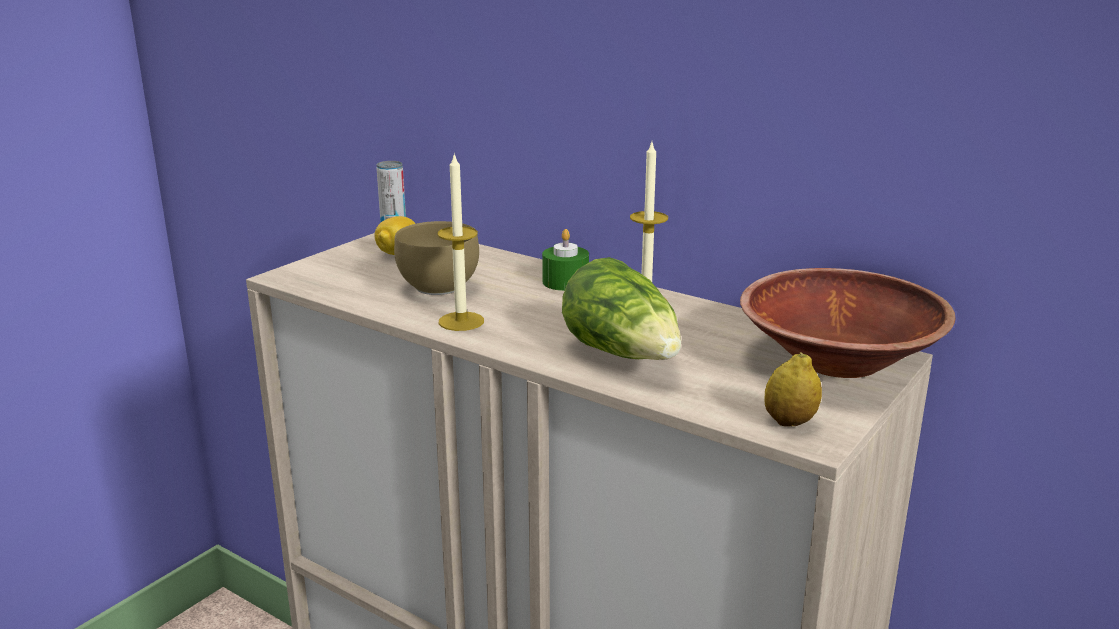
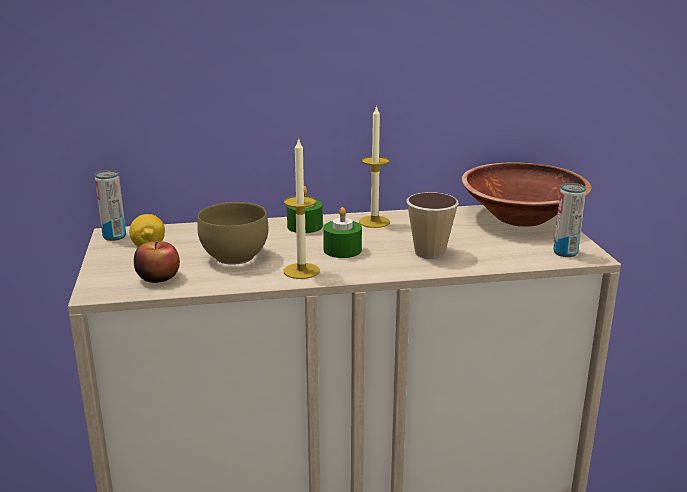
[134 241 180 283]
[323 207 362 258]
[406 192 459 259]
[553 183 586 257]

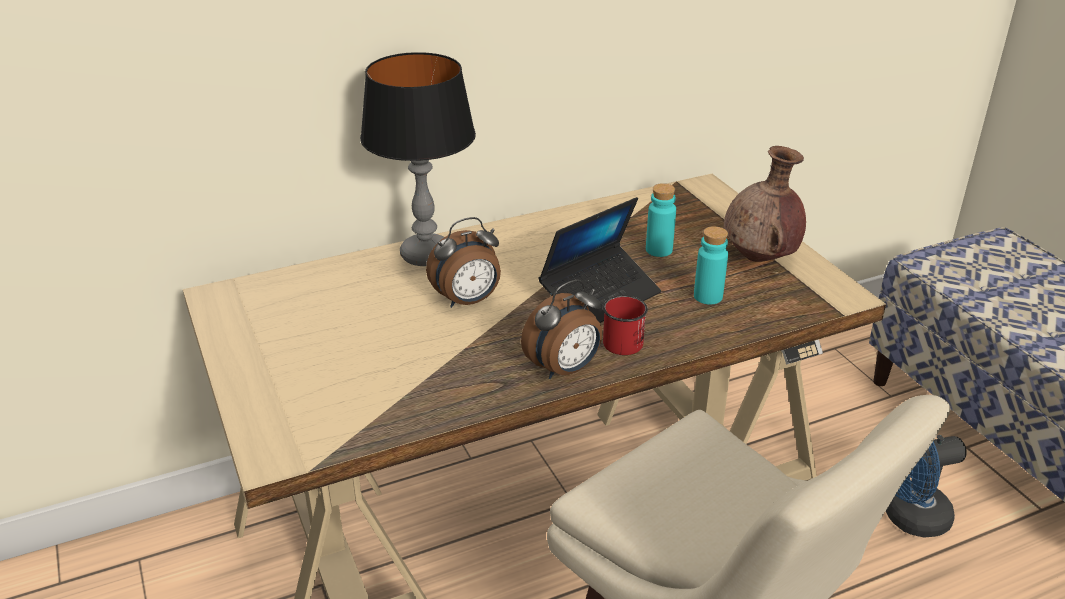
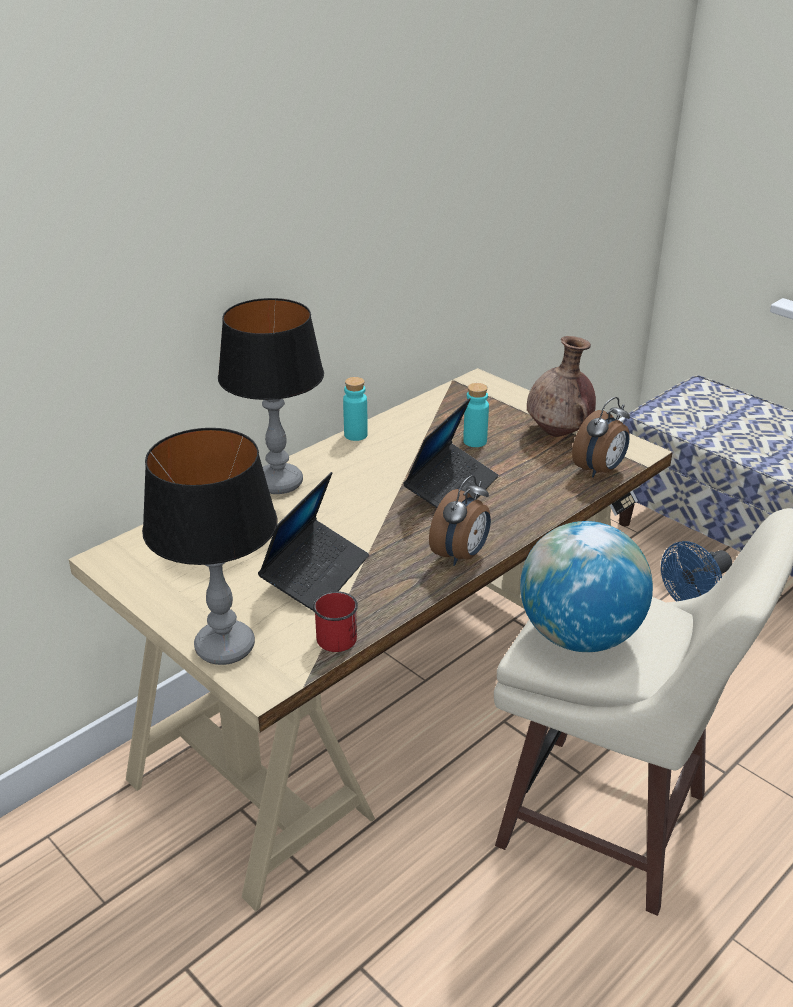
[142 428 278 665]
[258 472 369 611]
[313 591 358 652]
[343 377 368 441]
[520 521 653 652]
[572 397 630 478]

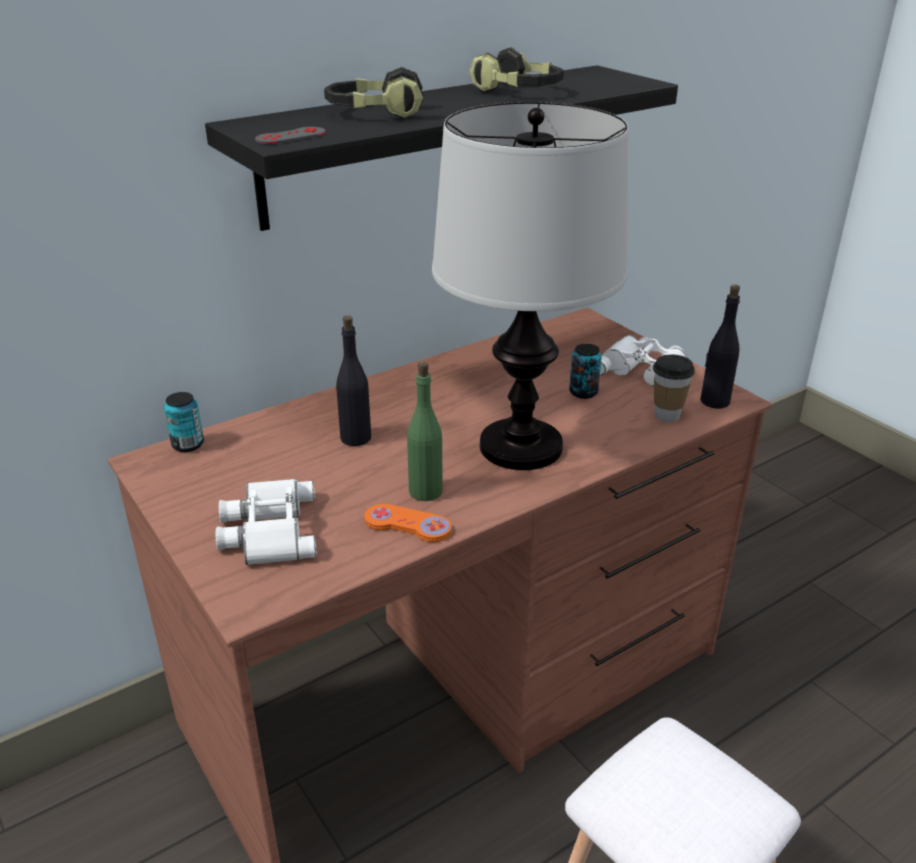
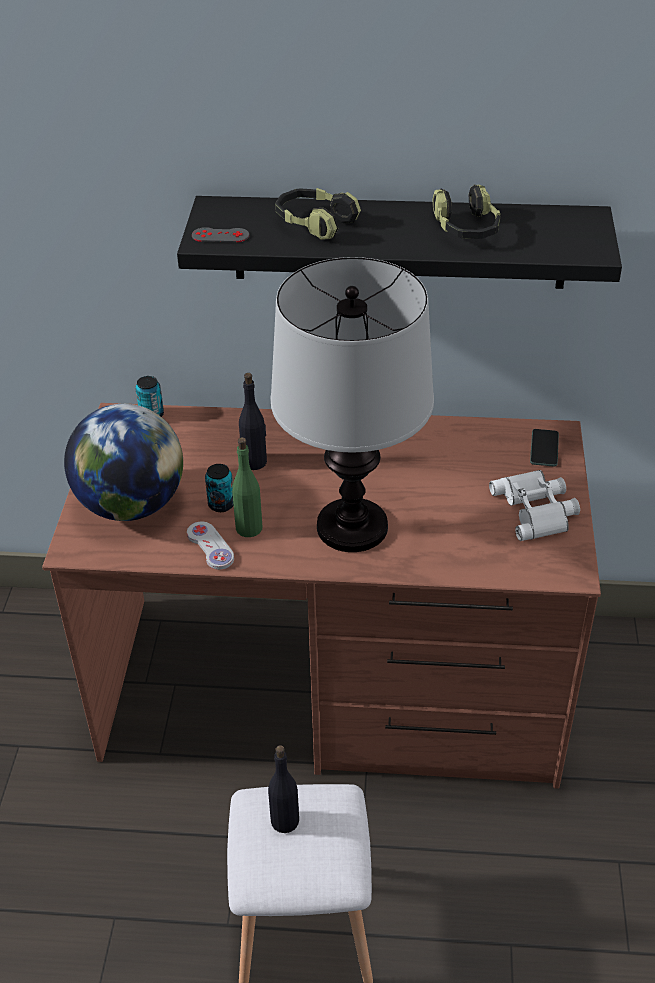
[64 404 183 521]
[187 521 234 570]
[205 464 234 512]
[268 745 299 833]
[530 429 559 467]
[653 354 695 422] (first image)

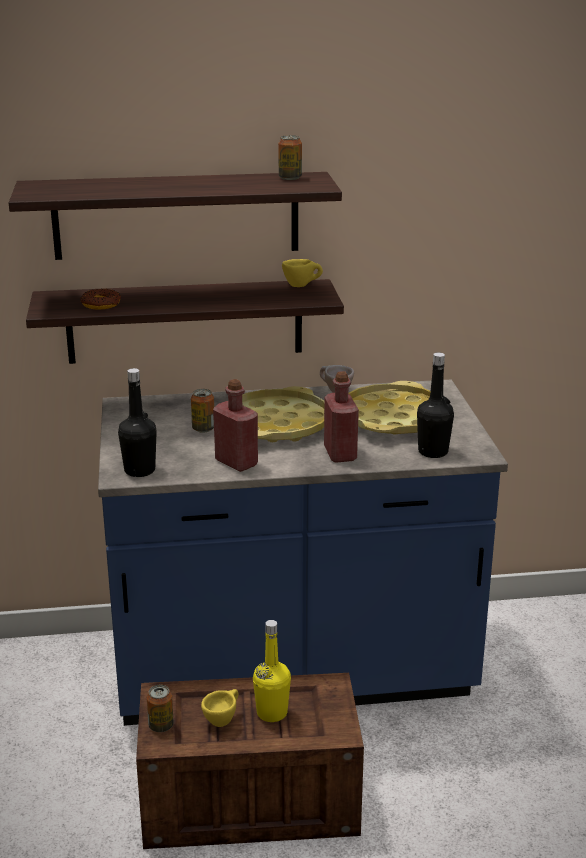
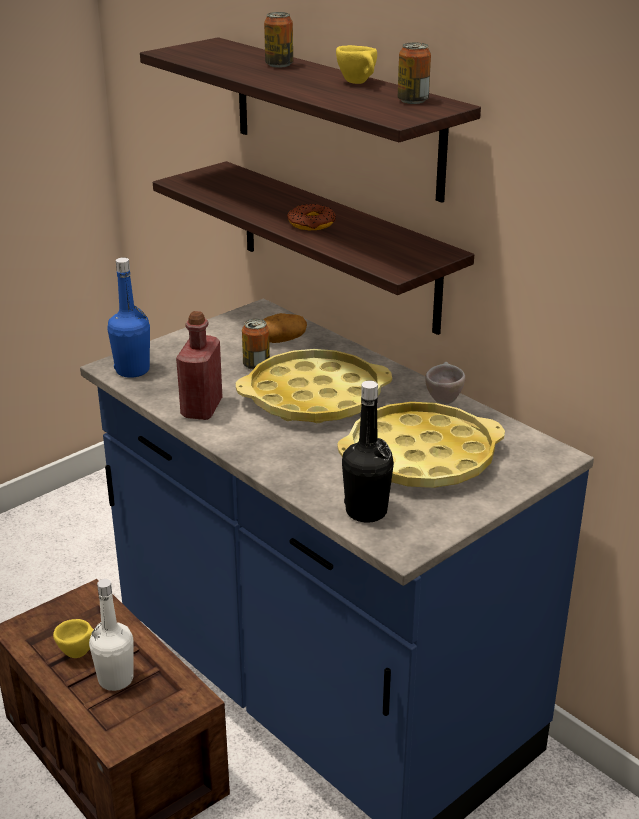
[89 579 133 691]
[107 257 150 378]
[263 313 307 343]
[264 12 293 68]
[287 204 336 230]
[336 45 377 84]
[324 371 359 463] (first image)

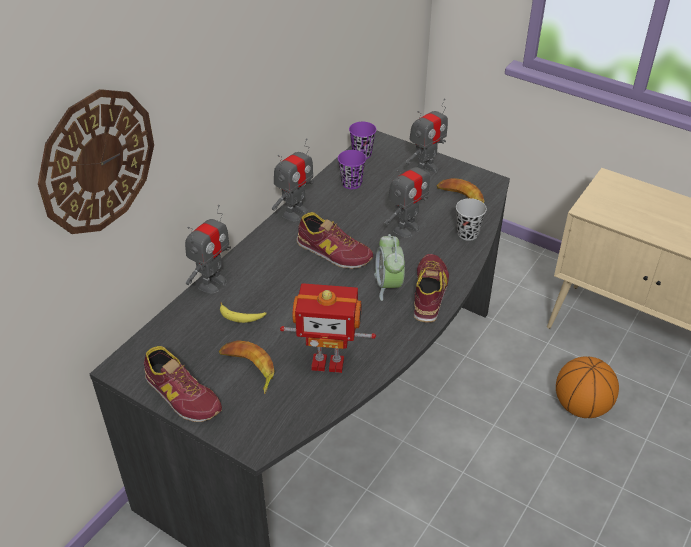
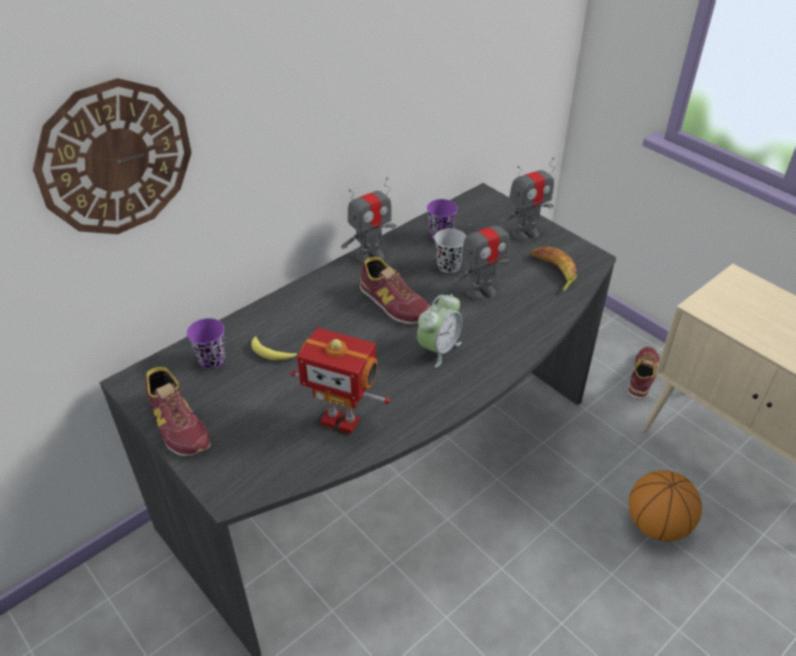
[187 318 225 369]
[417 294 462 368]
[434 228 466 273]
[627 347 660 400]
[185 205 231 294] (first image)
[219 340 275 394] (first image)

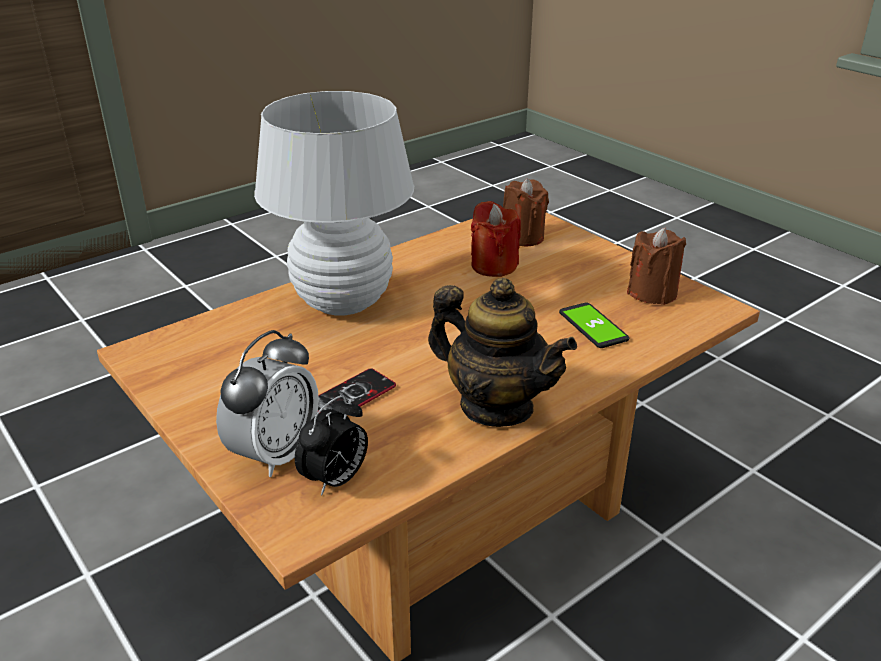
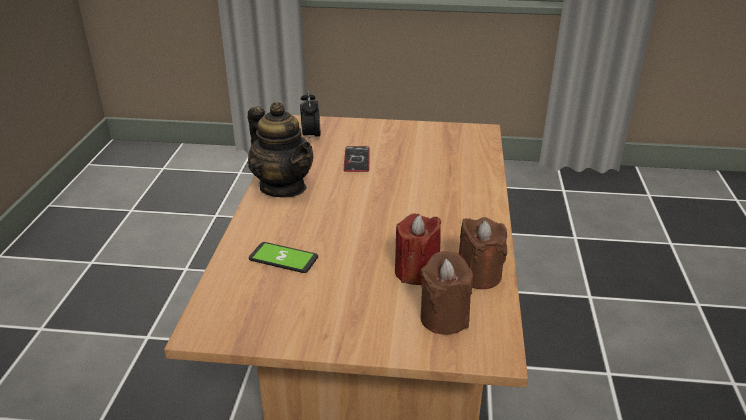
[248 102 313 197]
[459 217 507 289]
[216 330 319 477] (first image)
[254 91 414 316] (first image)

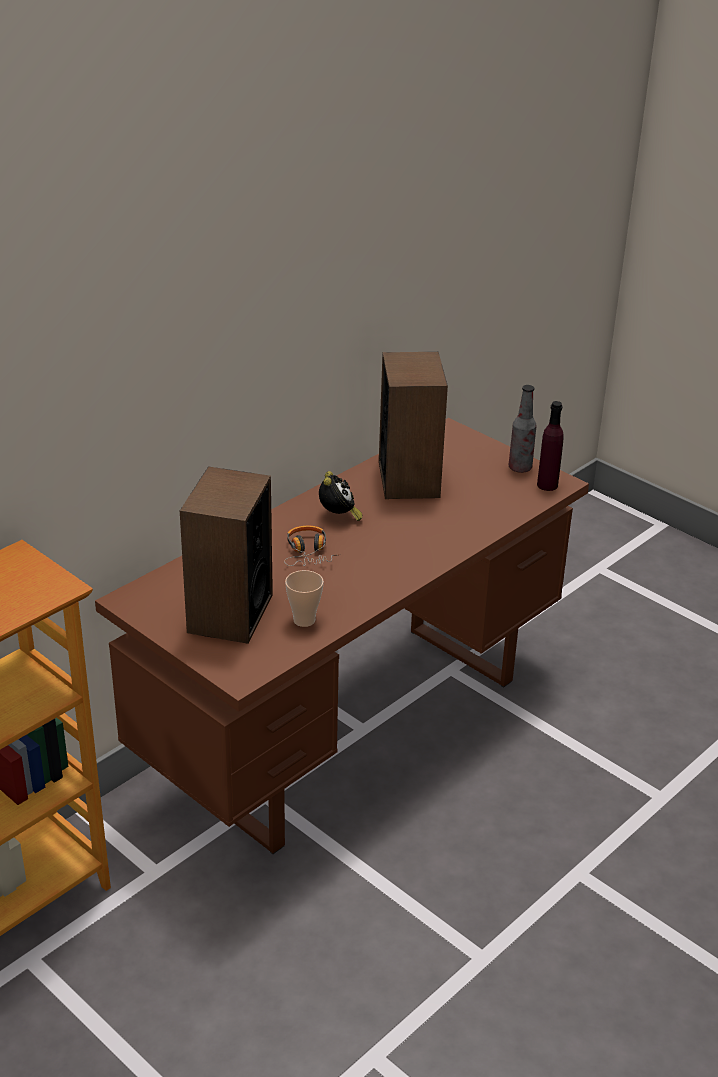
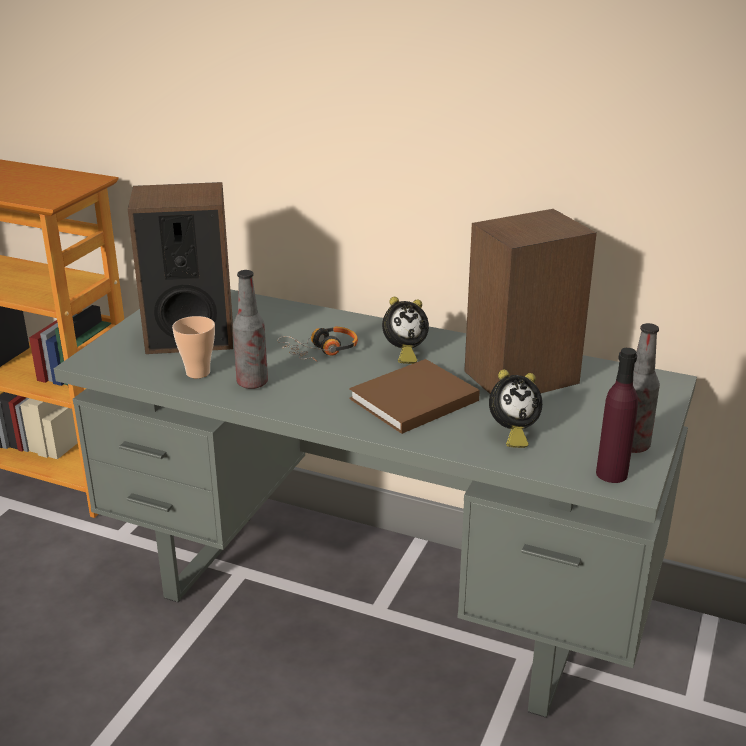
[54 289 697 718]
[233 270 268 389]
[349 359 480 434]
[489 370 542 448]

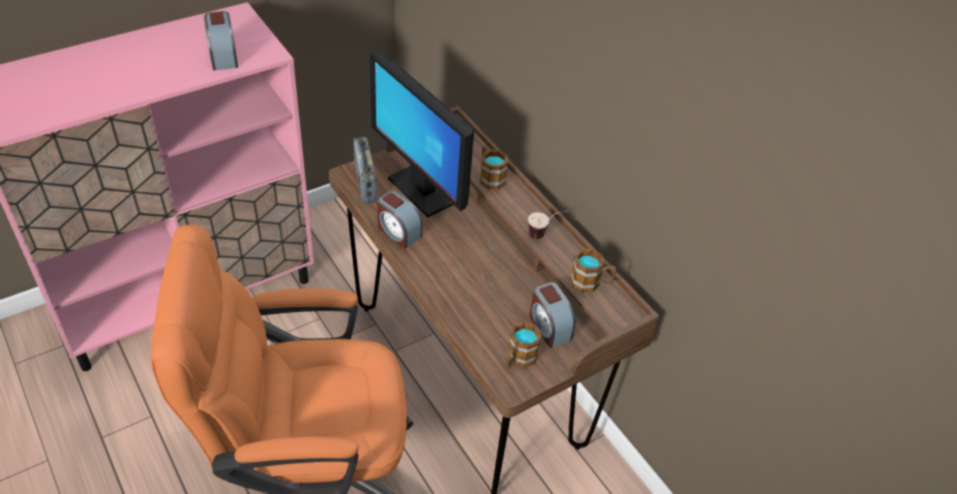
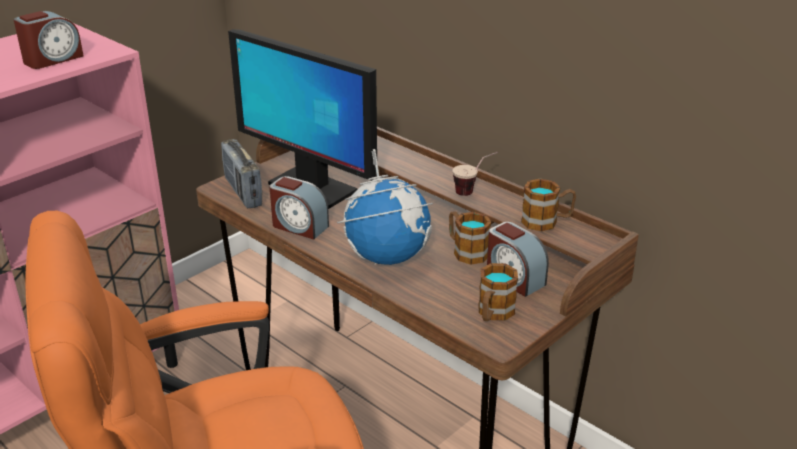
[14 11 83 69]
[337 149 433 265]
[449 212 491 264]

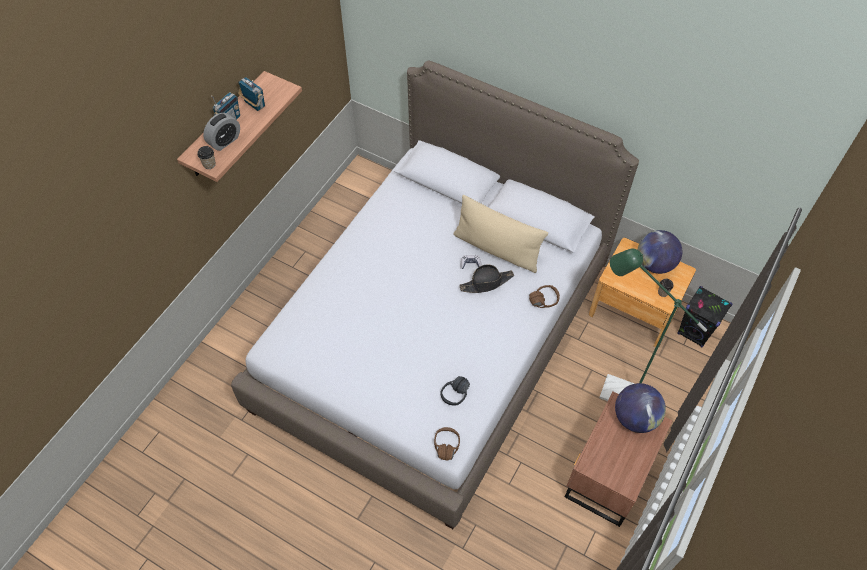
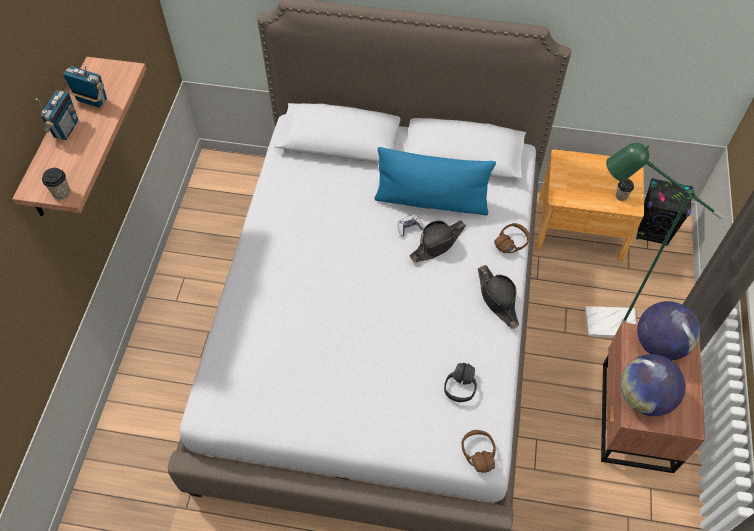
[374 147 496 215]
[478 265 519 329]
[621 354 685 416]
[203 113 240 151] (first image)

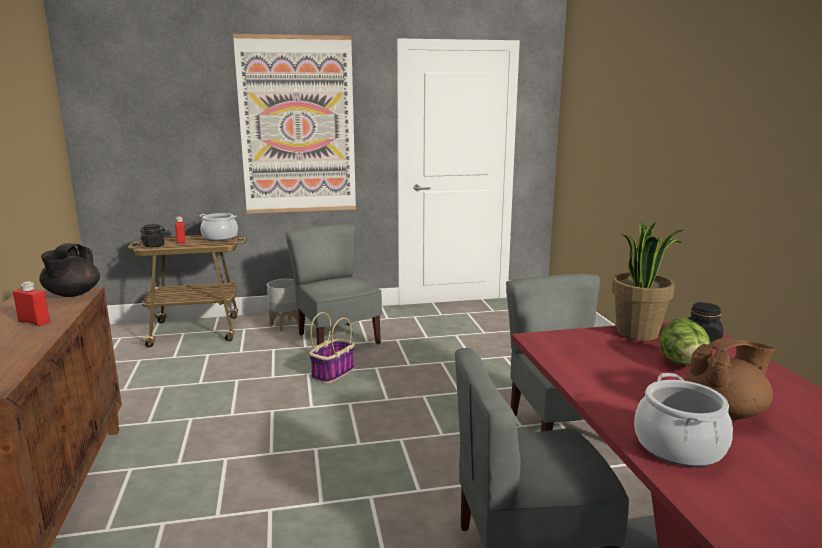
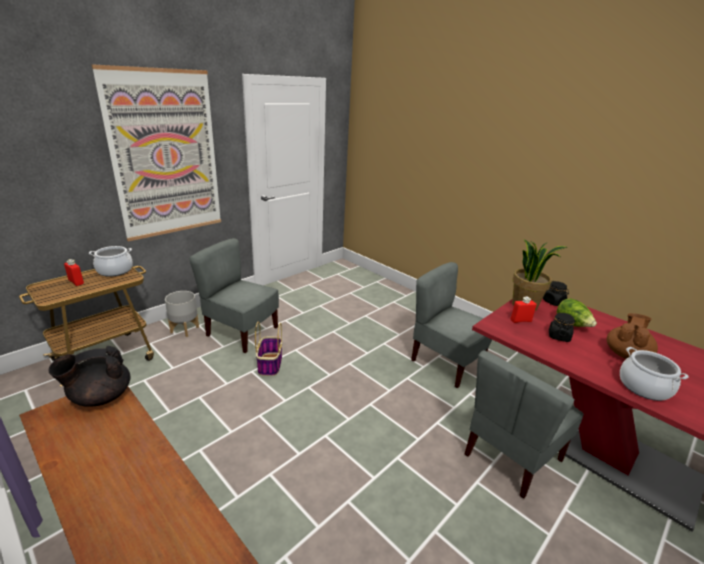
[49 346 130 407]
[510 297 537 323]
[549 313 575 342]

